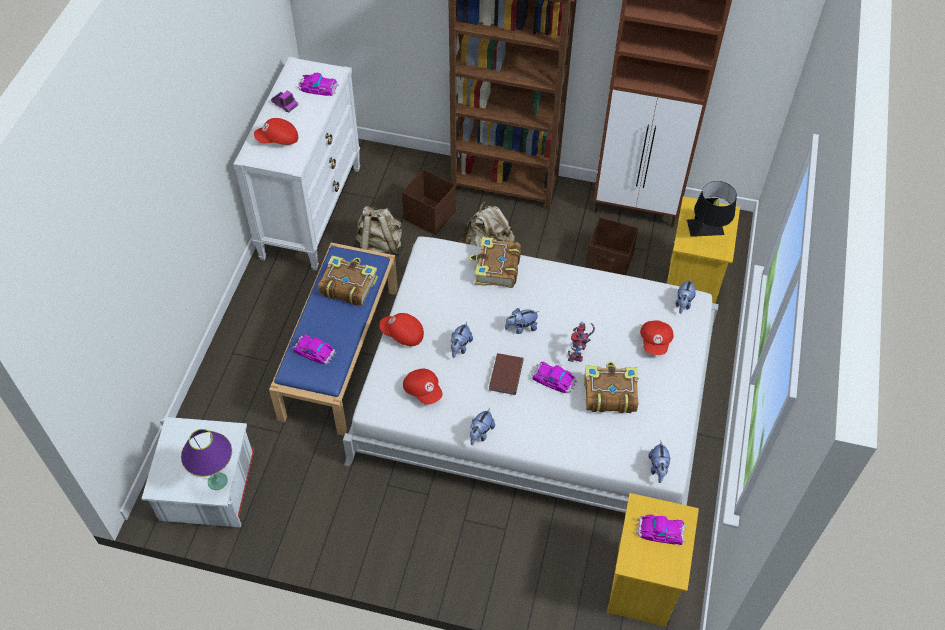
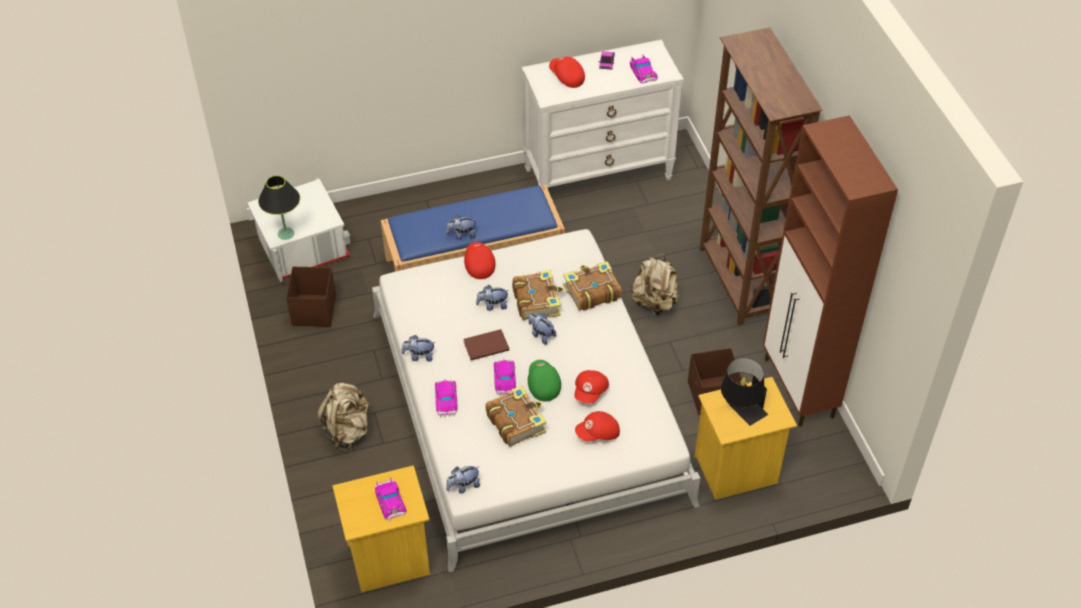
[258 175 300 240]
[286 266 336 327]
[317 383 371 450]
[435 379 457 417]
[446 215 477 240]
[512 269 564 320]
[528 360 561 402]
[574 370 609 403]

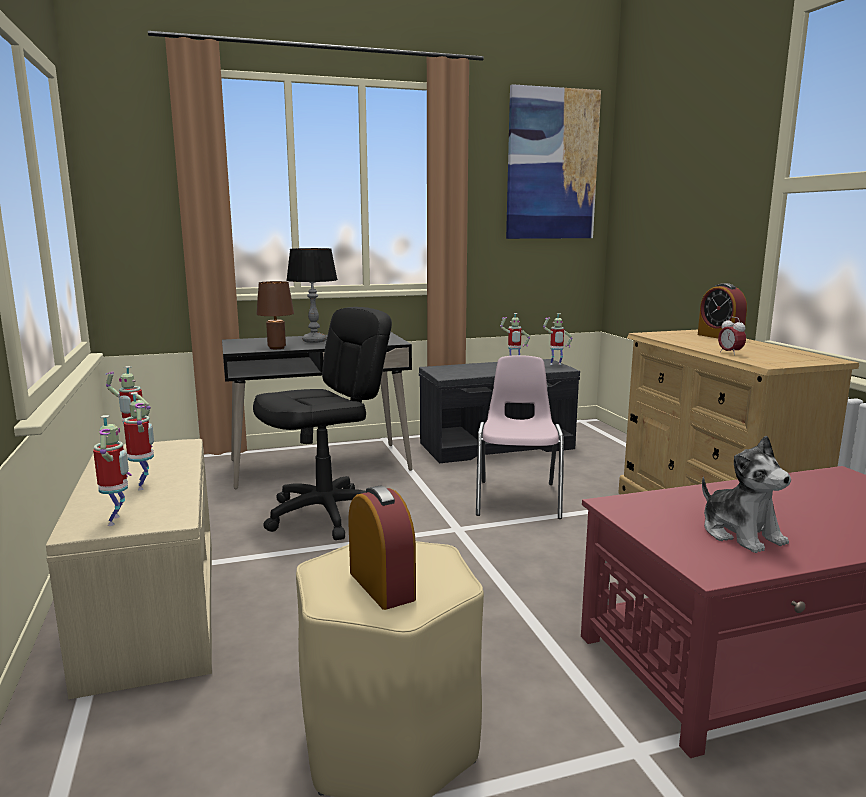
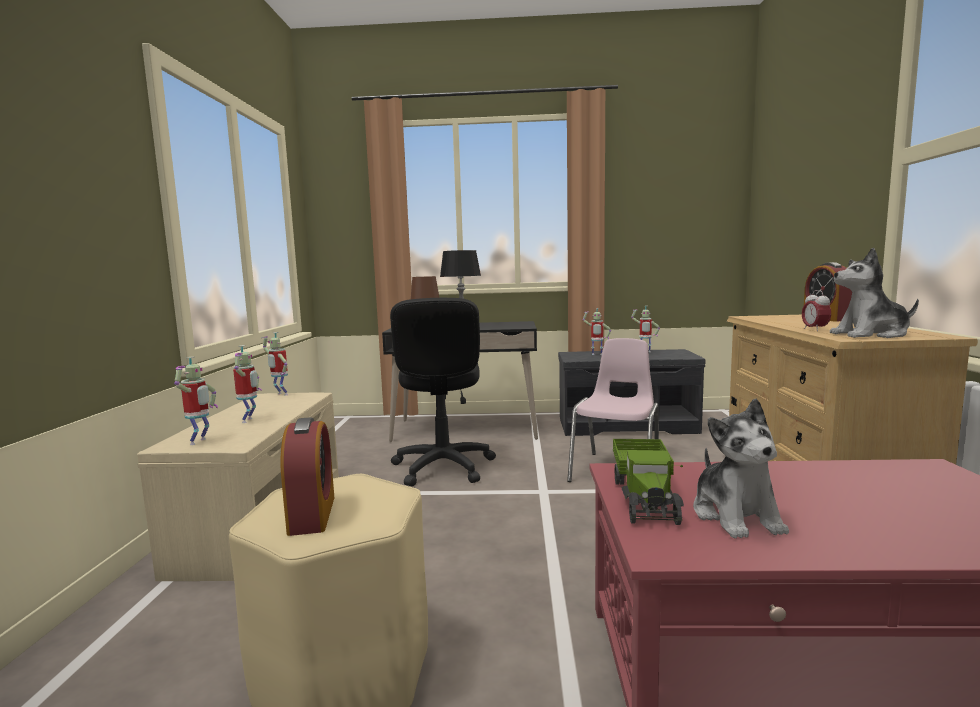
[390 298 496 486]
[582 308 611 355]
[613 439 684 525]
[830 247 919 338]
[506 84 601 239] (first image)

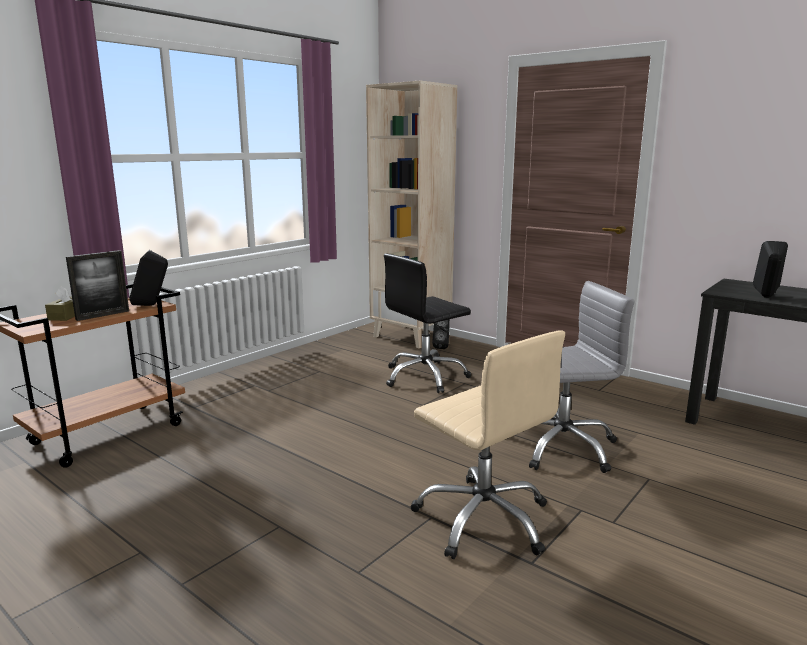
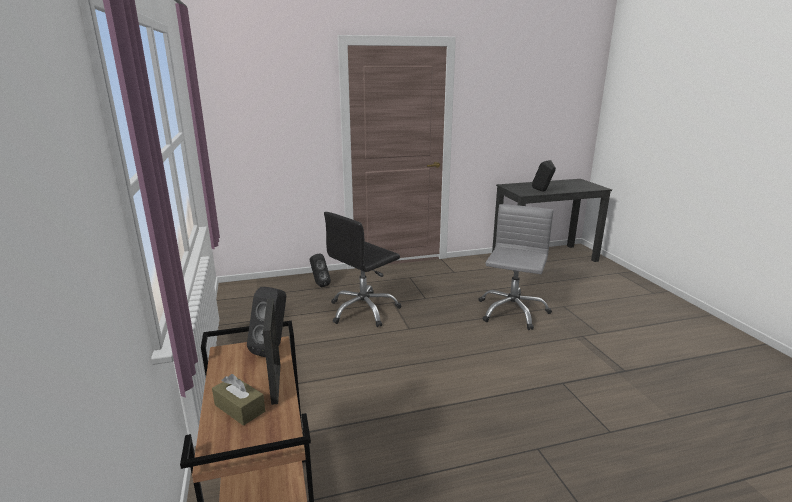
[324 212 401 327]
[366 80 457 348] (first image)
[411 330 565 559] (first image)

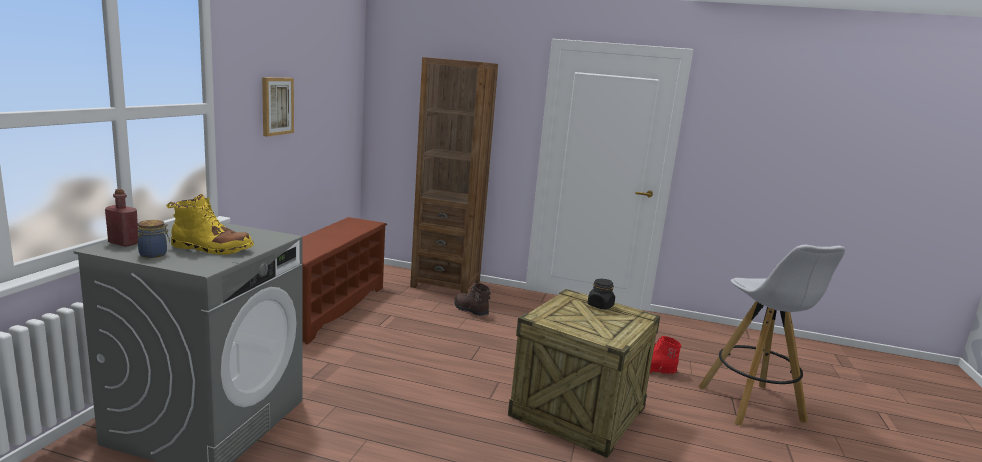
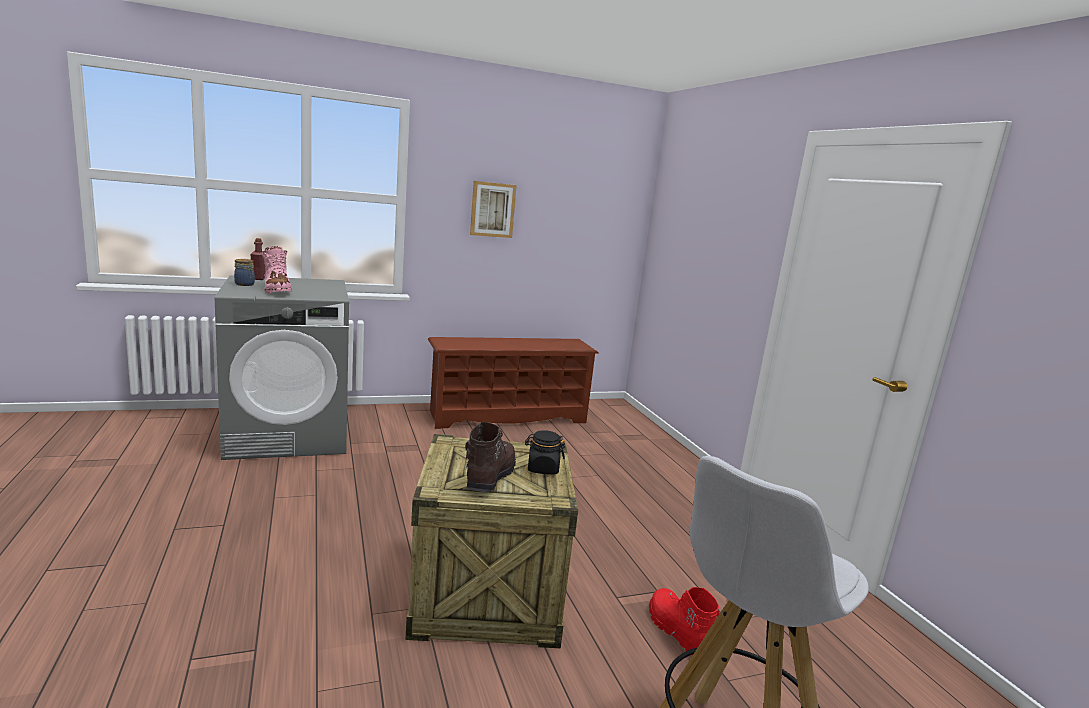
[262 246 292 294]
[465 422 516 492]
[410 57 498 294] (first image)

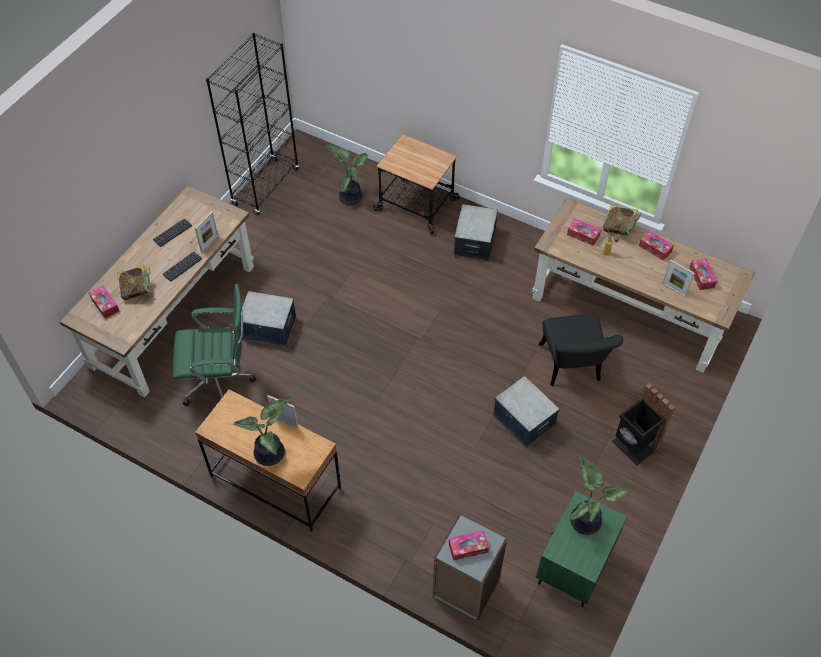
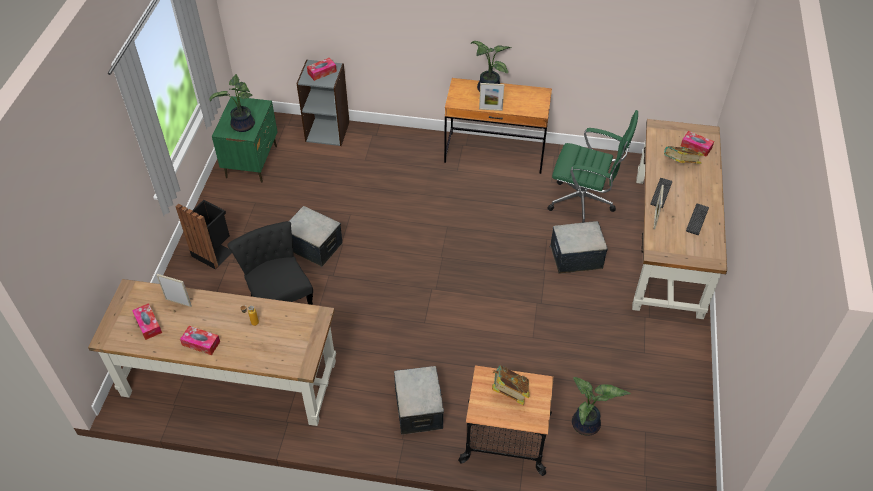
[492 365 530 405]
[547 110 638 223]
[206 33 299 216] (first image)
[567 218 601 246] (first image)

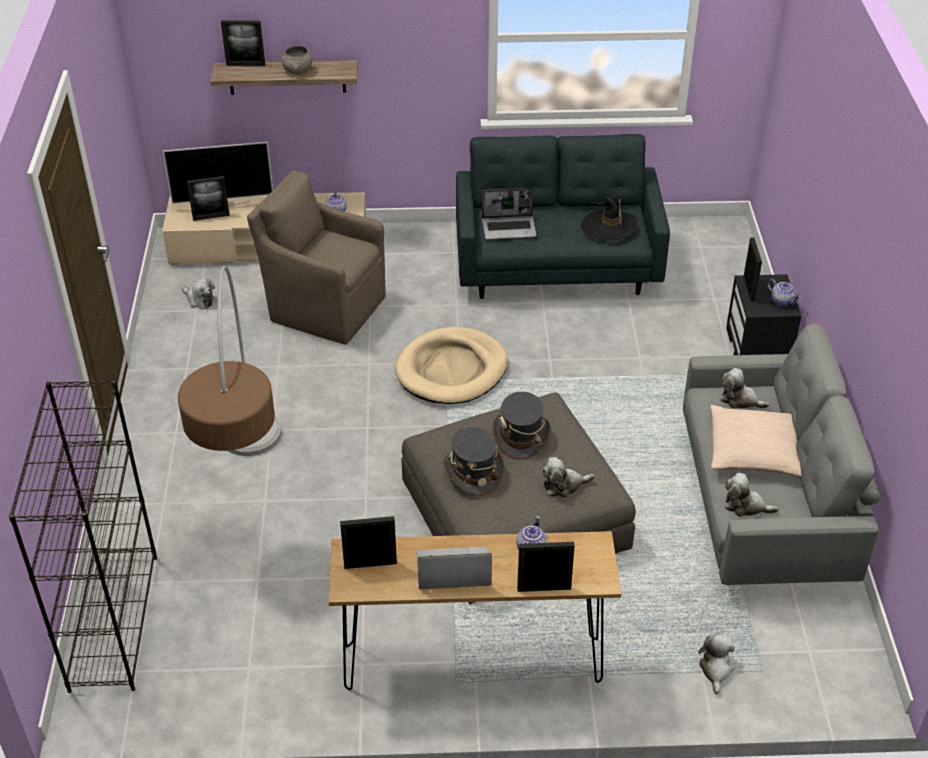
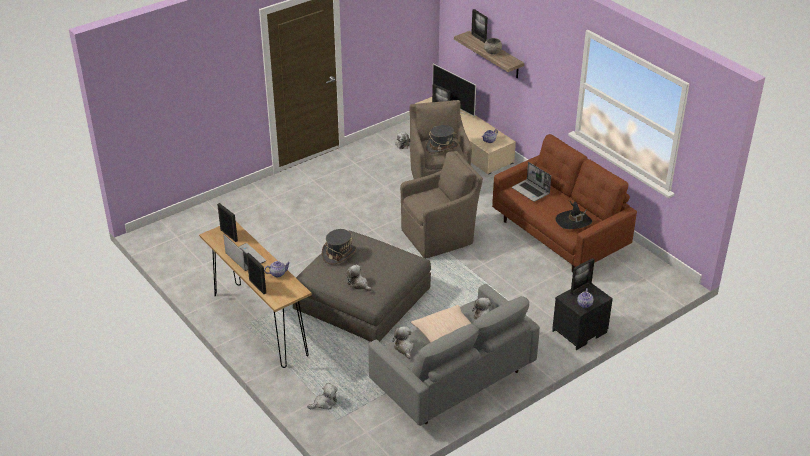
[400 151 483 258]
[426 125 458 154]
[492 134 637 272]
[9 380 157 693] (first image)
[178 265 282 456] (first image)

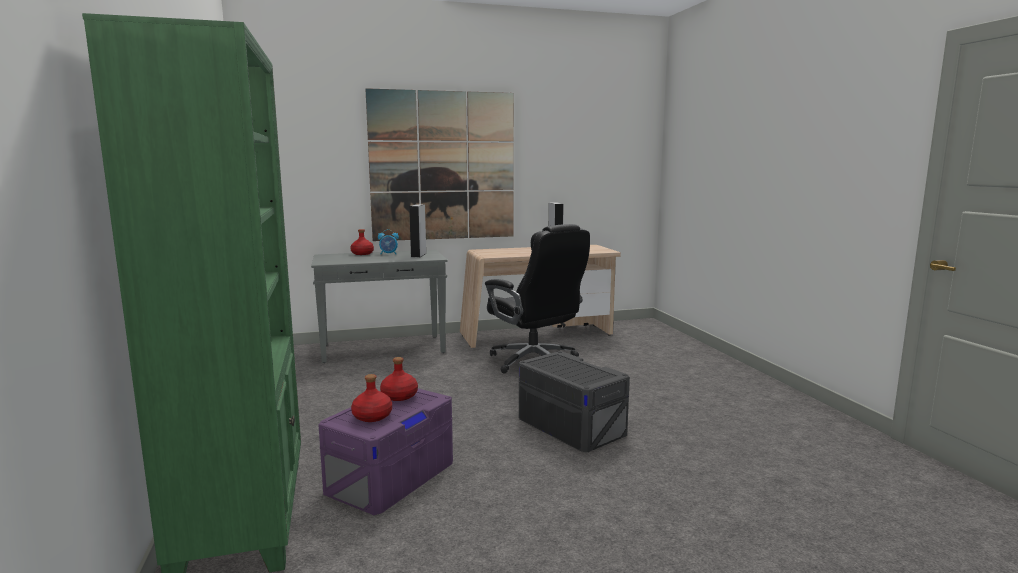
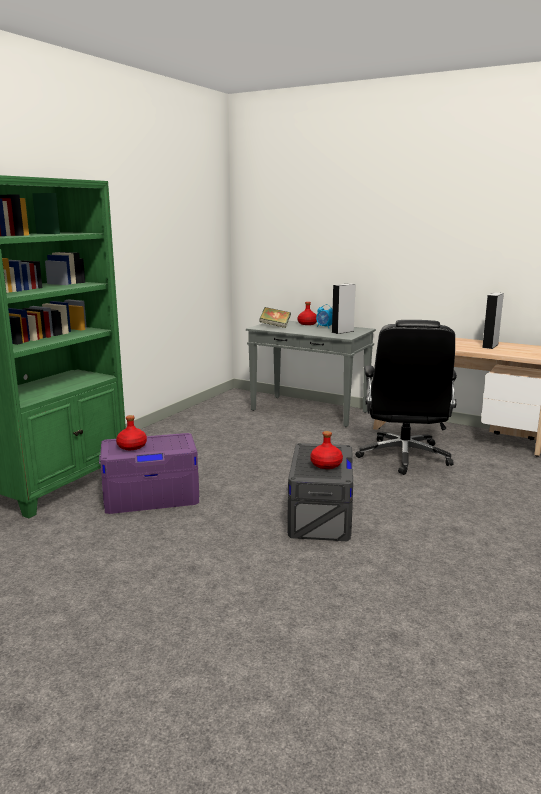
[259 307 291 328]
[310 431 343 469]
[365 88 514 241] (first image)

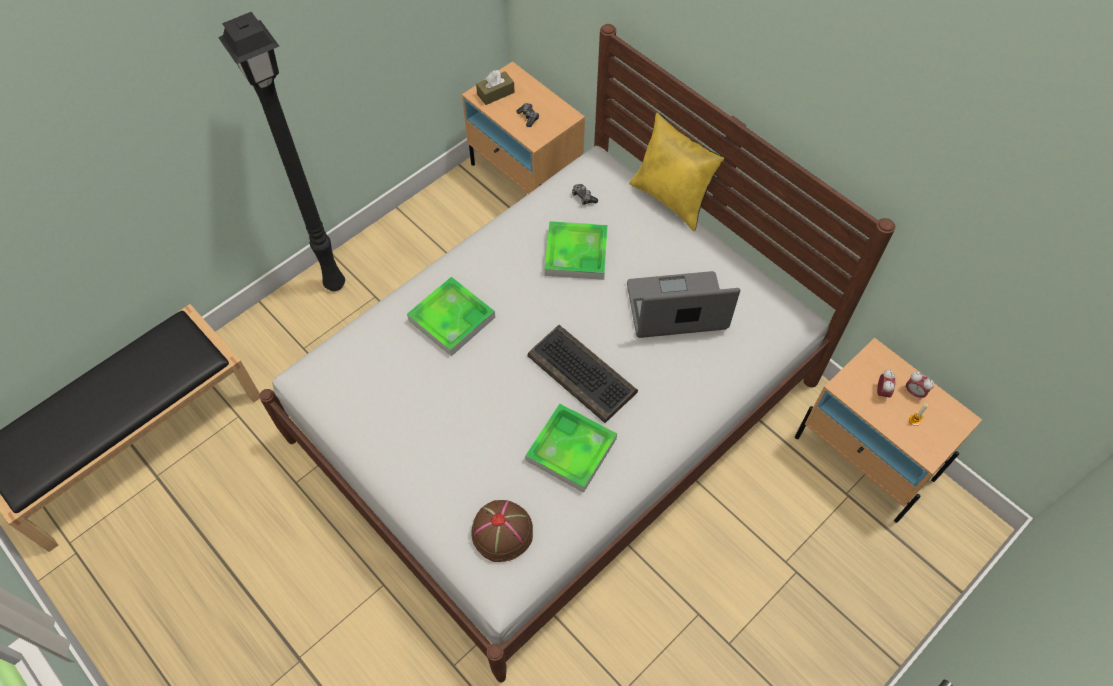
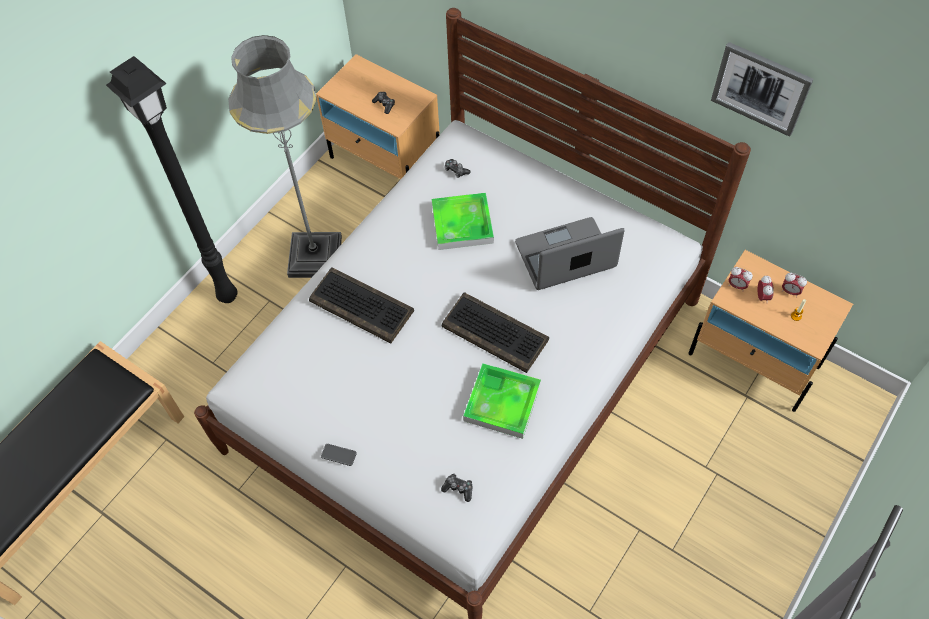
[228 35 342 278]
[309 267 414 343]
[321 444 357 466]
[441 473 473 502]
[711 42 813 137]
[728 267 753 290]
[476 70 515 105] (first image)
[629 112 725 231] (first image)

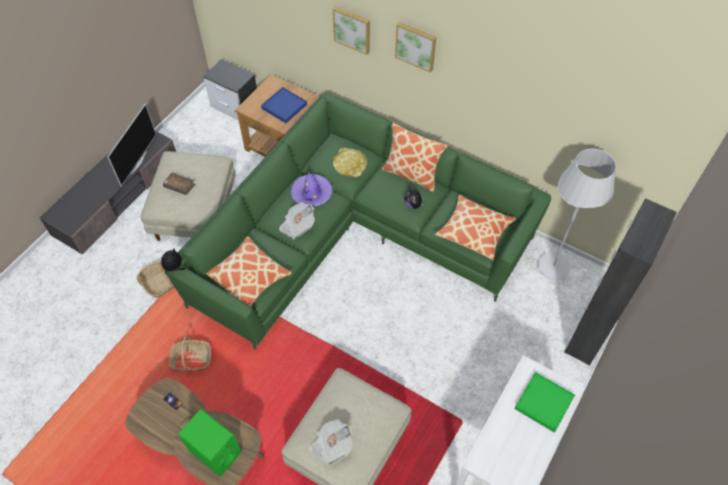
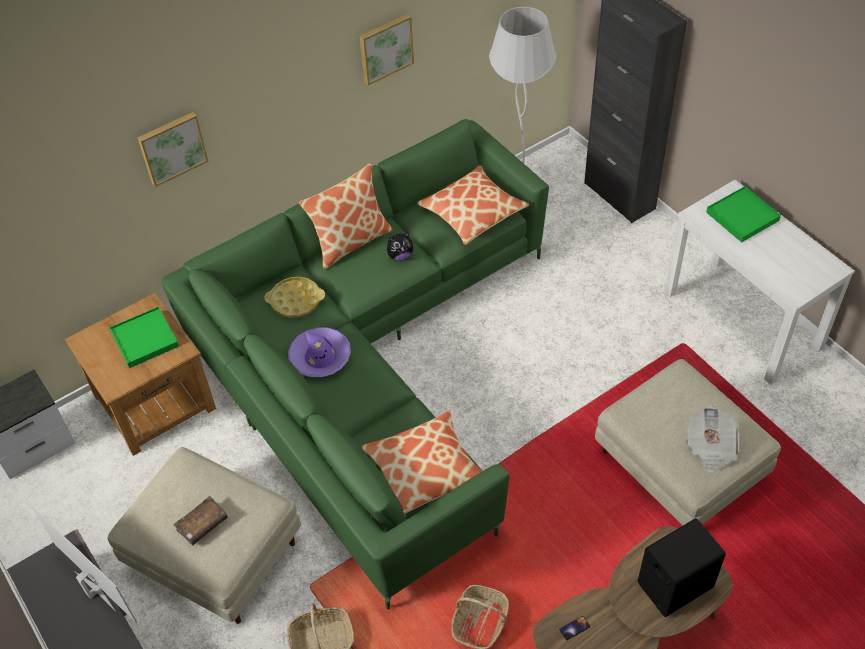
[109 307 179 368]
[360 14 414 85]
[638 518 726 617]
[161 249 185 274] (first image)
[279 202 315 240] (first image)

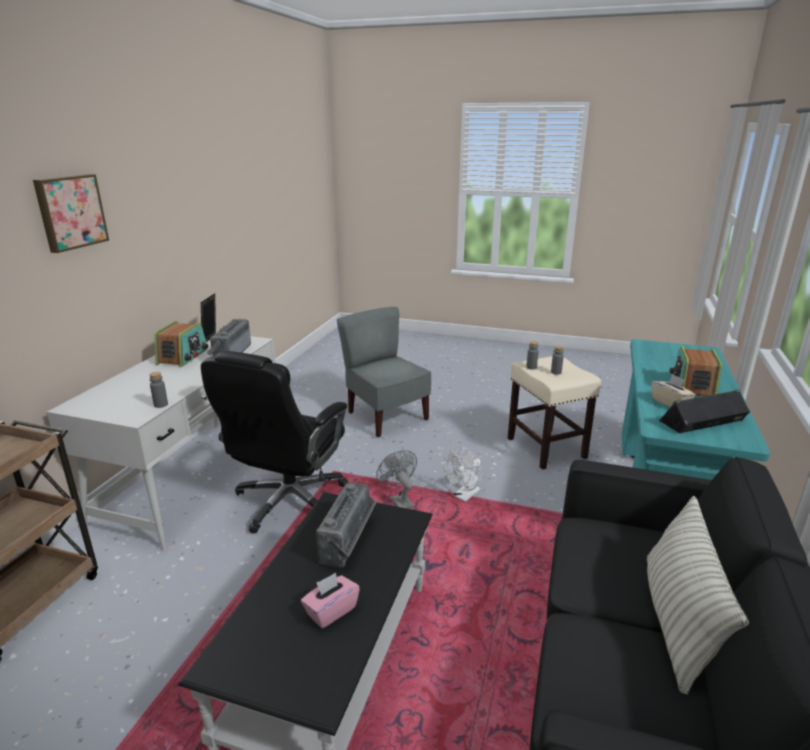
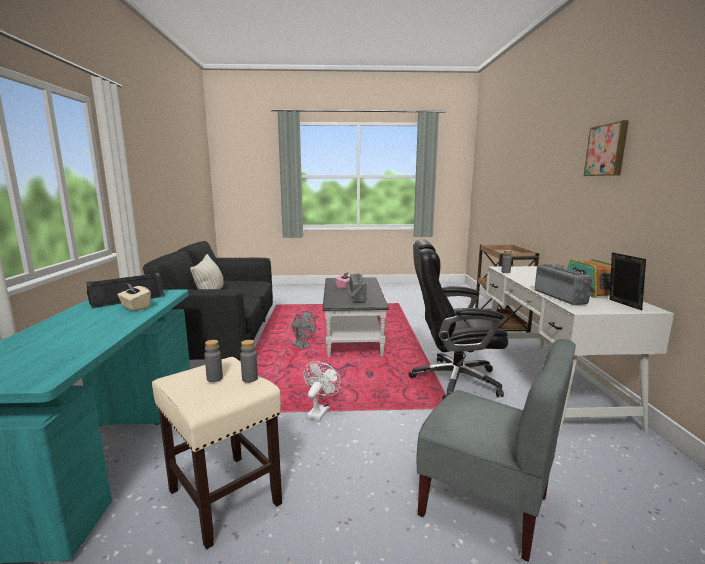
[291 311 316 349]
[408 239 508 399]
[669 346 722 396] (first image)

